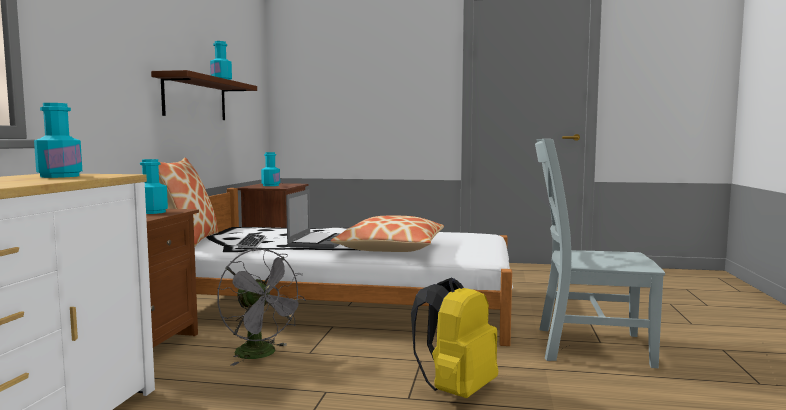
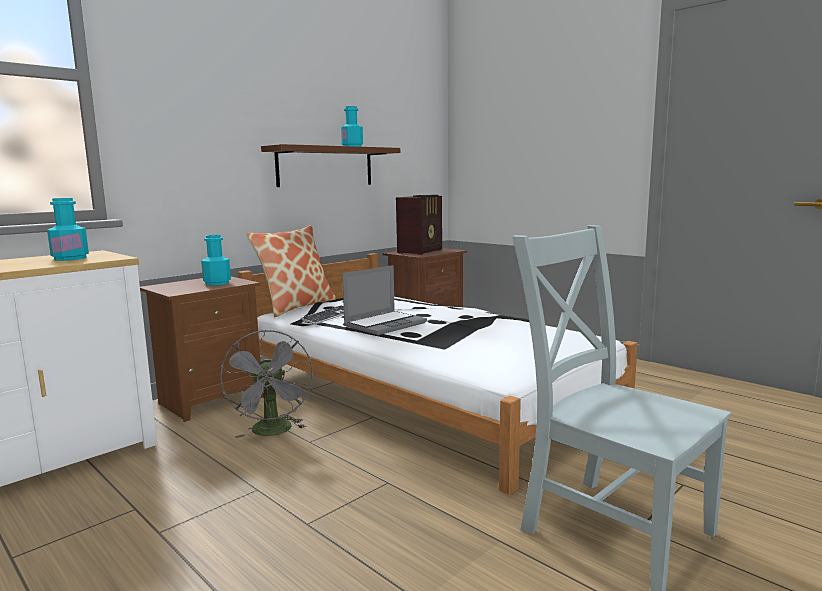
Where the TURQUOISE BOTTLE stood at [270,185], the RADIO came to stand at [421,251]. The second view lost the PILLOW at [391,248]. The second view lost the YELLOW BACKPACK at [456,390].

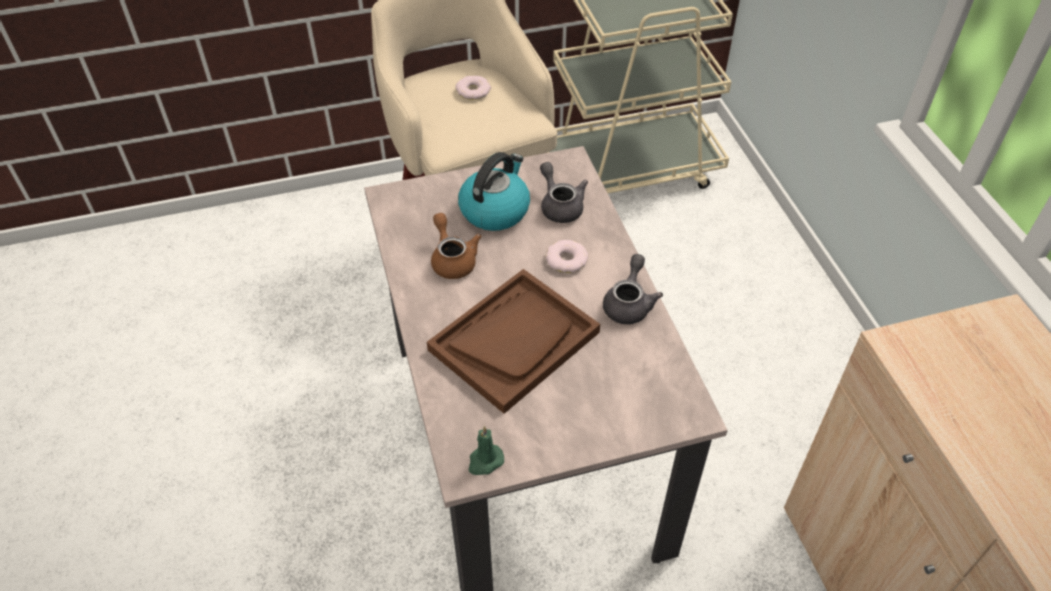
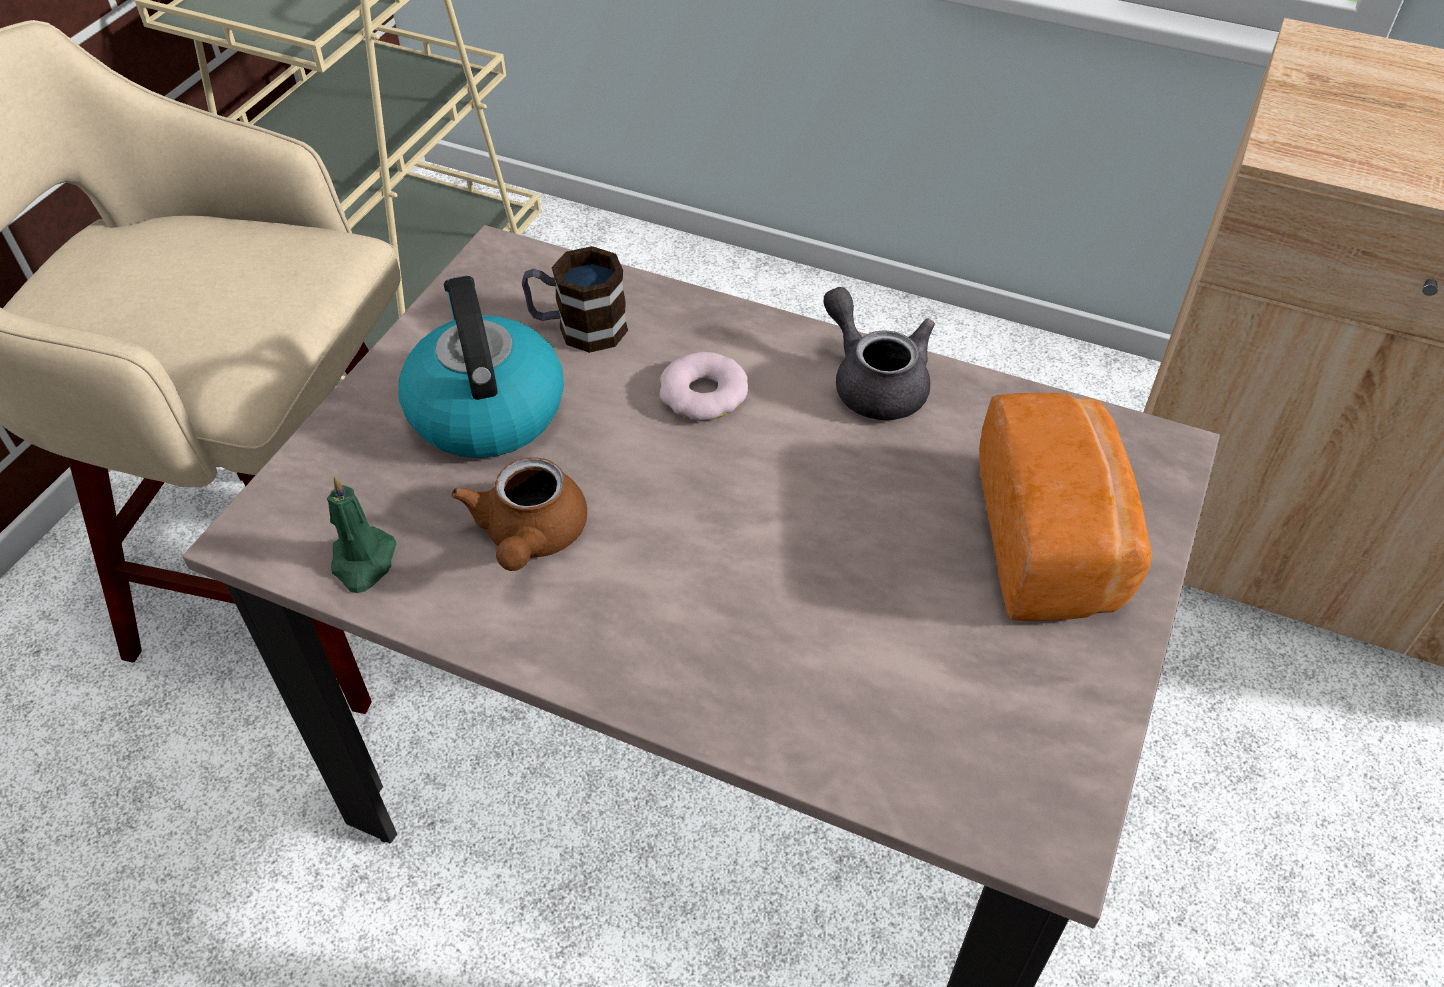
The second view lost the DONUT at [473,91]. Where the GREY TEAPOT stood at [560,206], the MUG came to stand at [578,328]. The BROWN TEAPOT at [452,259] ended up facing another way, 105 degrees counterclockwise from before. The second view lost the BROWN TRAY at [514,341]. The GREEN CANDLE ended up elsewhere, having gone from [485,461] to [363,562]. The second view gained the BREAD at [1053,541].

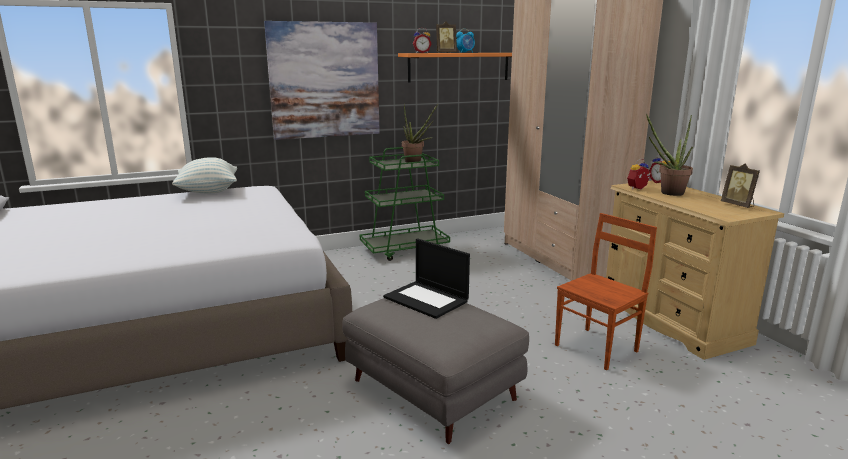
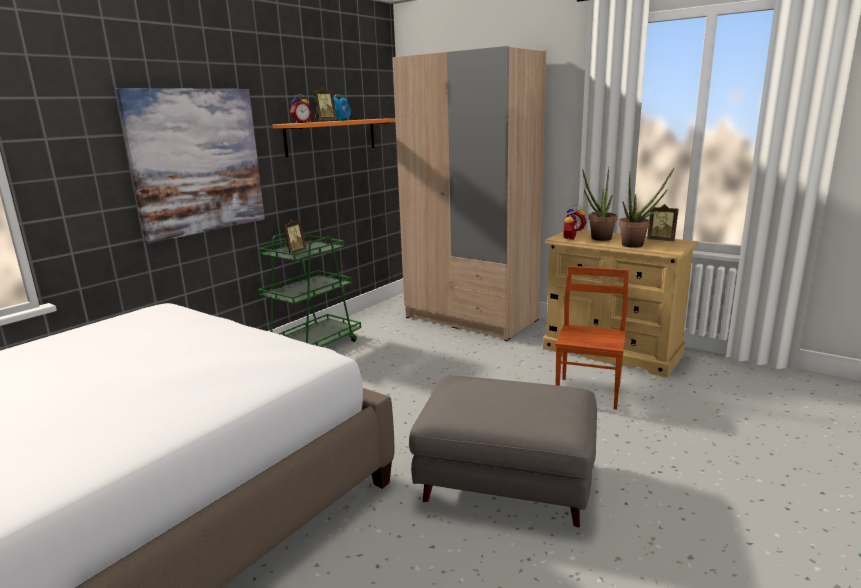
The POTTED PLANT ended up elsewhere, having gone from [416,161] to [637,245]. The second view lost the PILLOW at [208,192]. The second view lost the LAPTOP at [427,299]. The second view gained the PICTURE FRAME at [294,253].

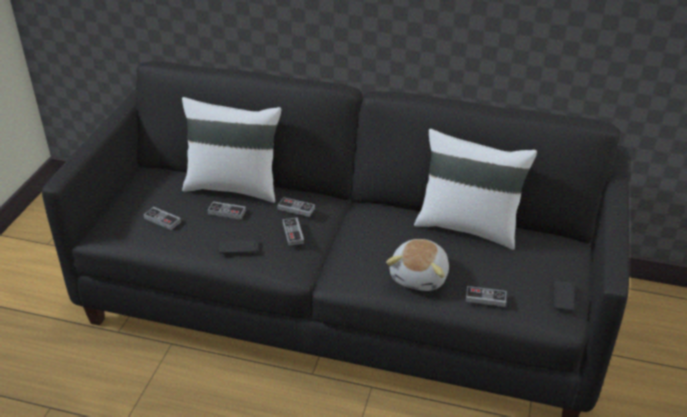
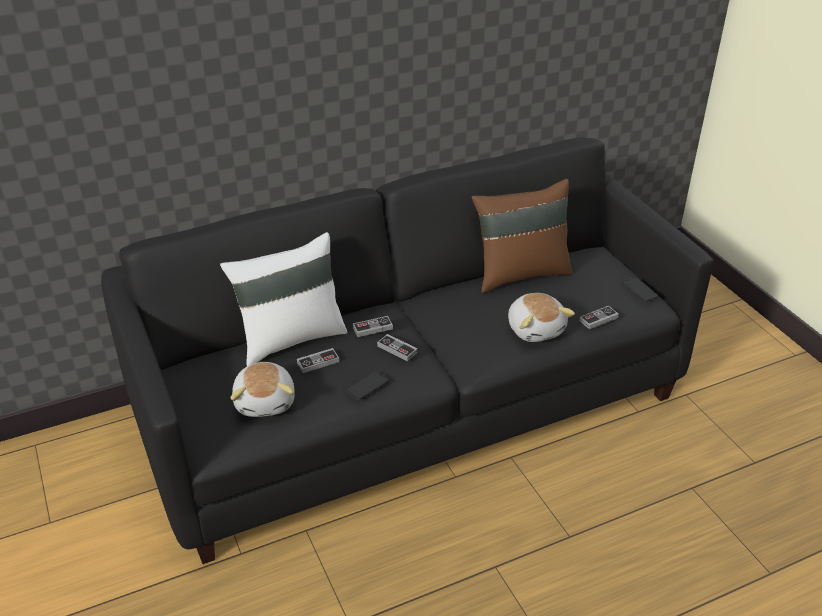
What was the WHITE PILLOW at [468,226] turned into the BROWN PILLOW at [520,273]. Where the GAME CONTROLLER stood at [162,220], the PLUSH TOY came to stand at [266,401].

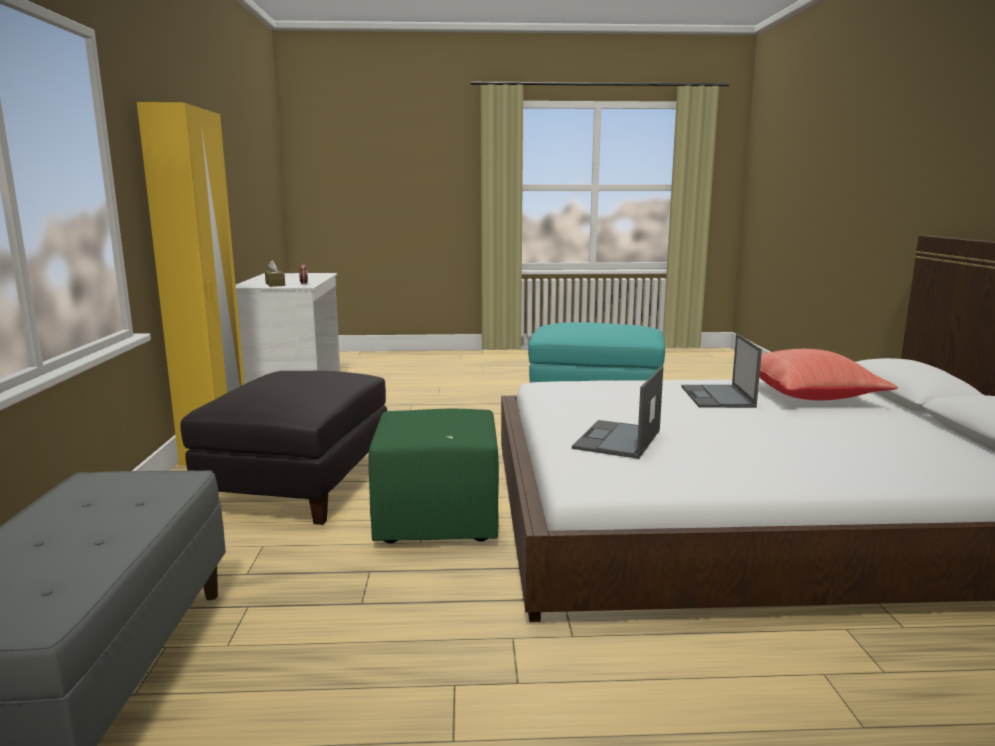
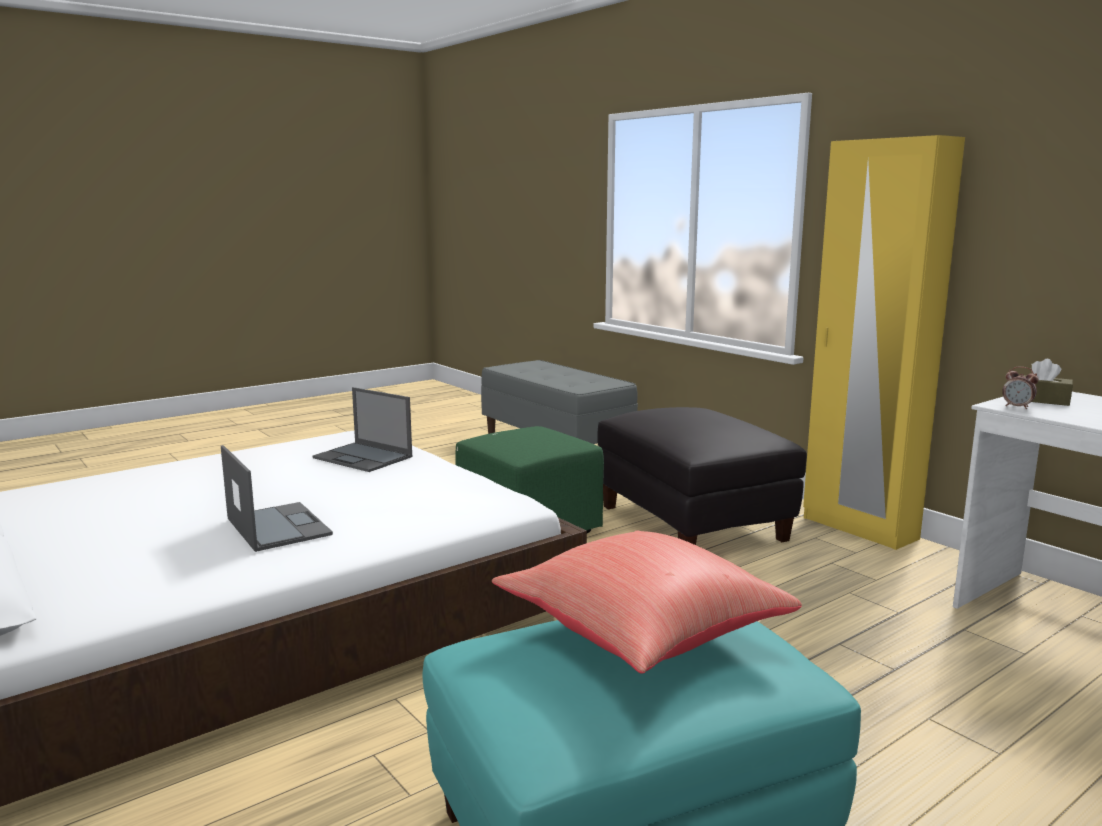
The RED PILLOW ended up elsewhere, having gone from [811,396] to [639,635]. The LAPTOP at [617,440] ended up facing another way, 135 degrees clockwise from before.

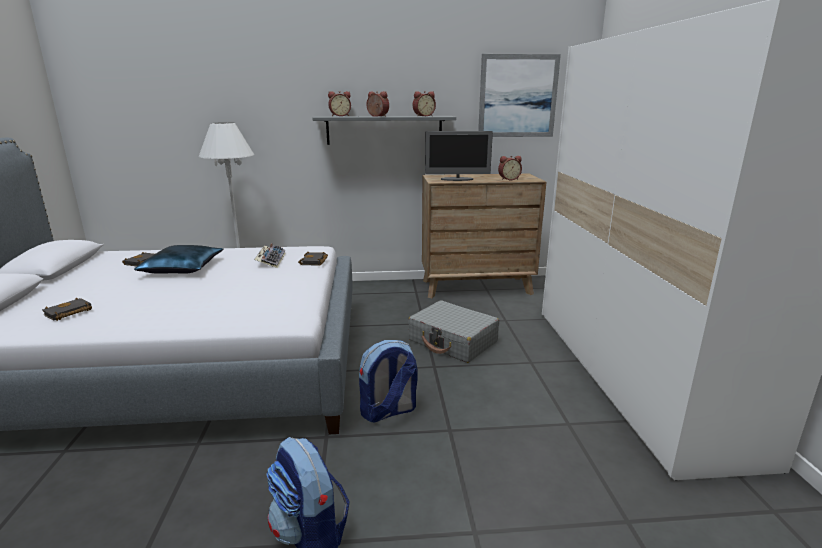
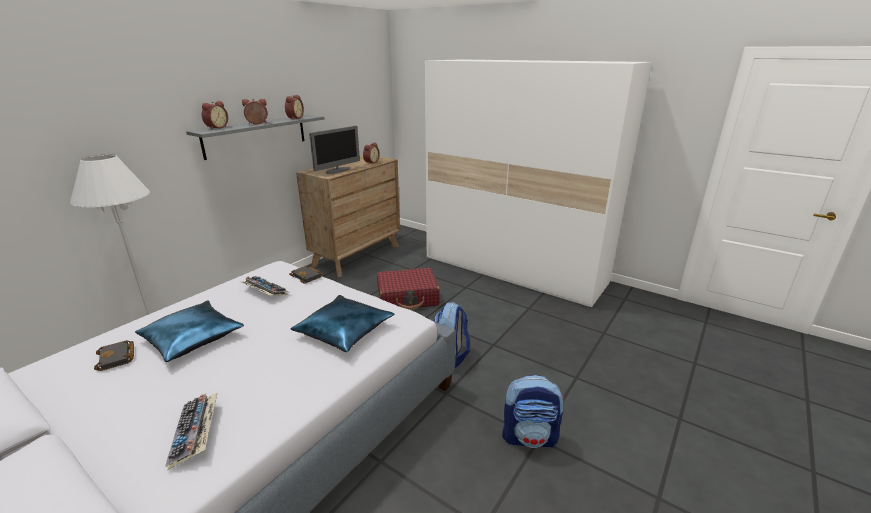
The second view lost the PICTURE at [518,96]. Where the BLACK BOOK stood at [68,313], the KEYBOARD came to stand at [196,434]. What was the GREY SUITCASE at [453,341] turned into the RED SUITCASE at [408,297]. The second view gained the BLUE PILLOW at [343,330].

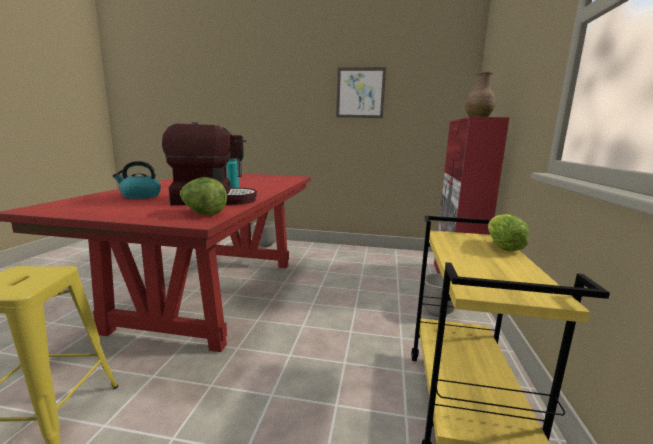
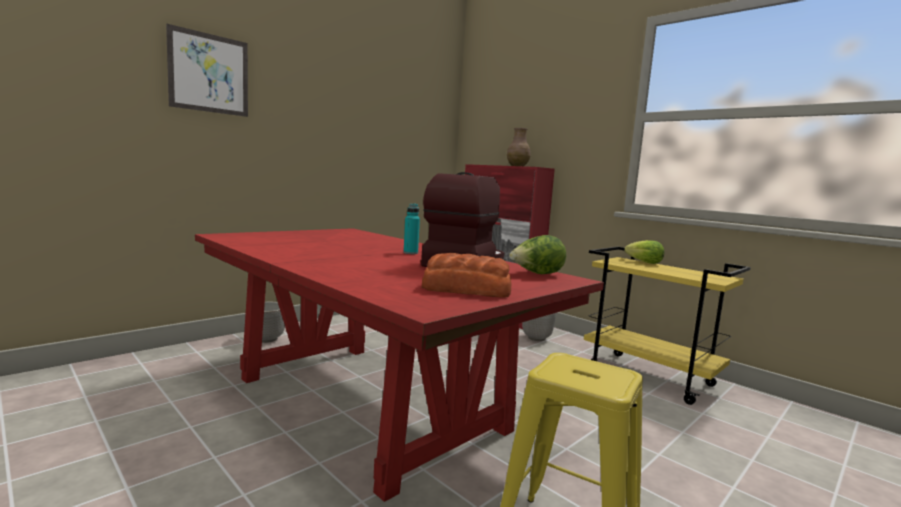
The PICTURE ended up elsewhere, having gone from [360,93] to [209,73]. The second view lost the KETTLE at [140,196]. The second view gained the BREAD at [465,290].

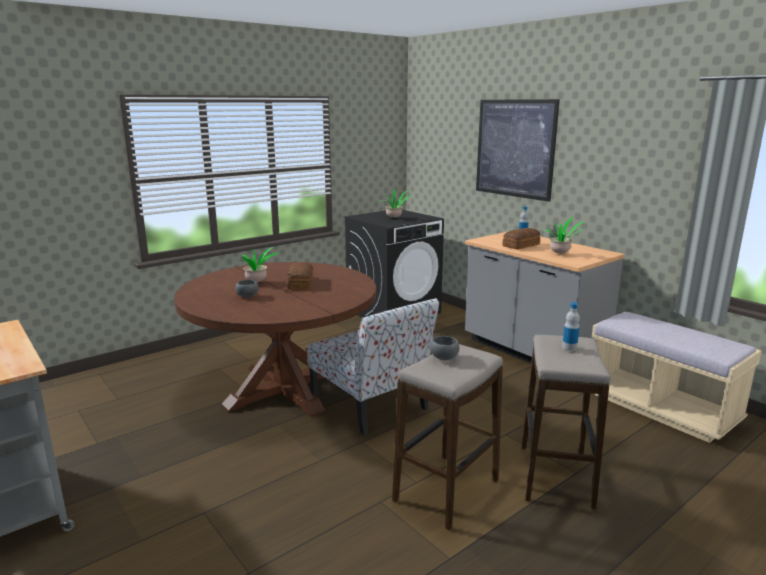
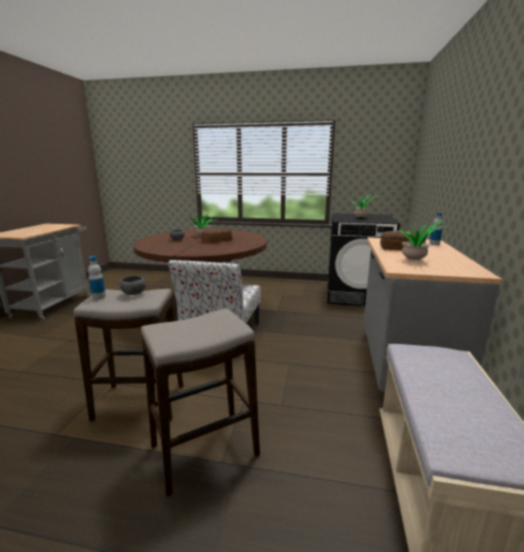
The second view lost the PICTURE at [515,148]. The BOTTLE ended up elsewhere, having gone from [569,347] to [99,297].

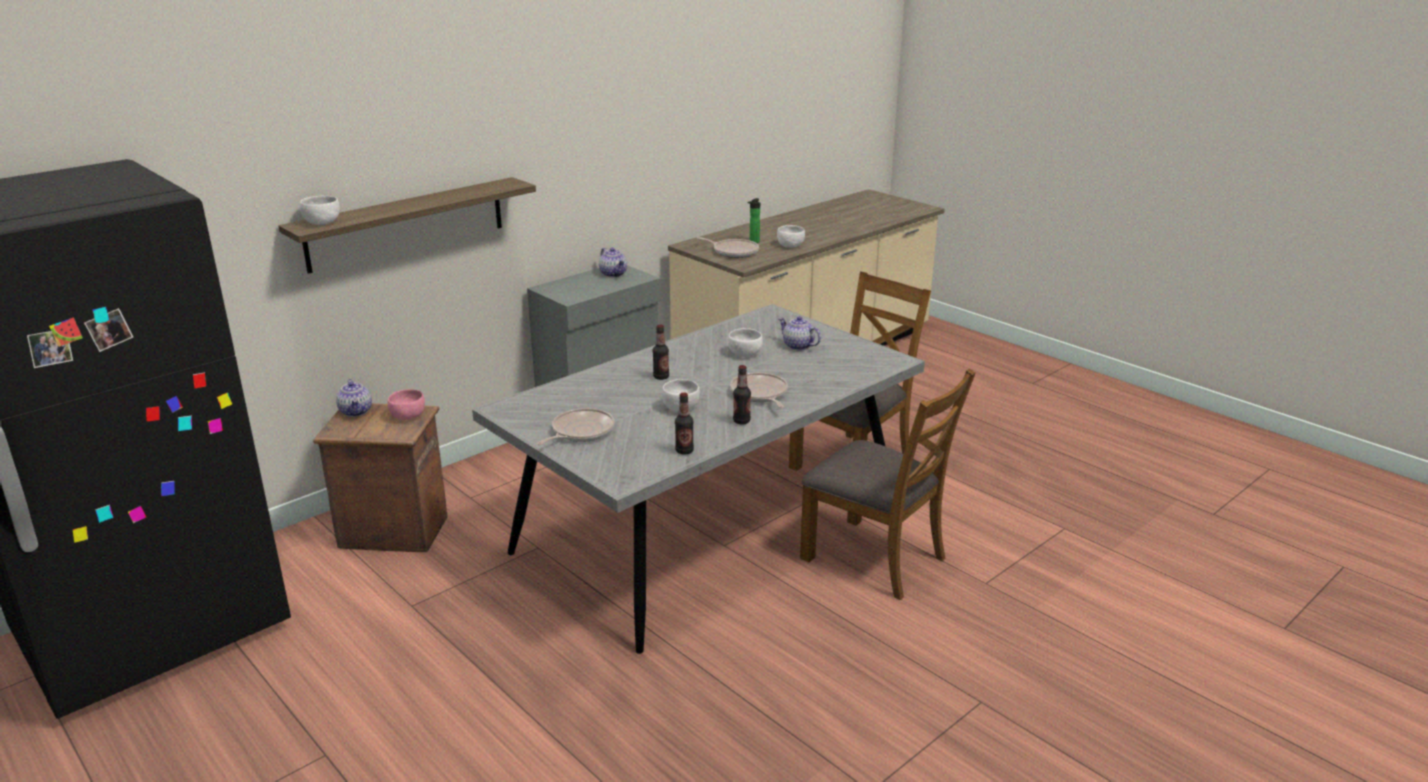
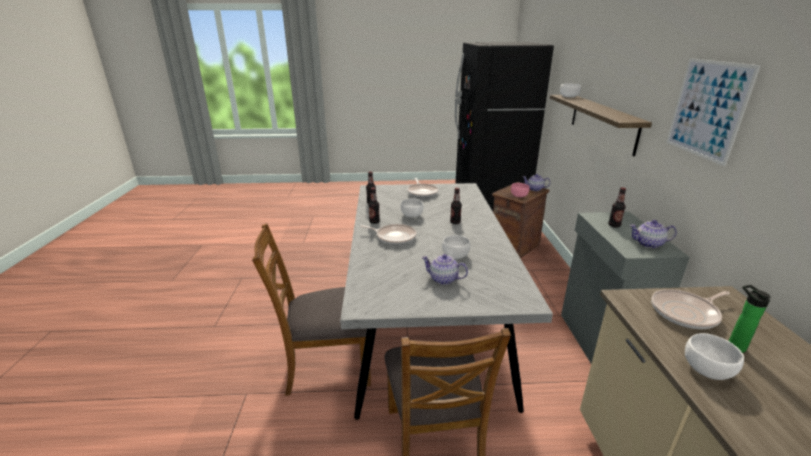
The TEAPOT at [797,346] ended up facing another way, 150 degrees counterclockwise from before. The second view gained the PICTURE at [707,109]. The second view gained the BOTTLE at [614,225].

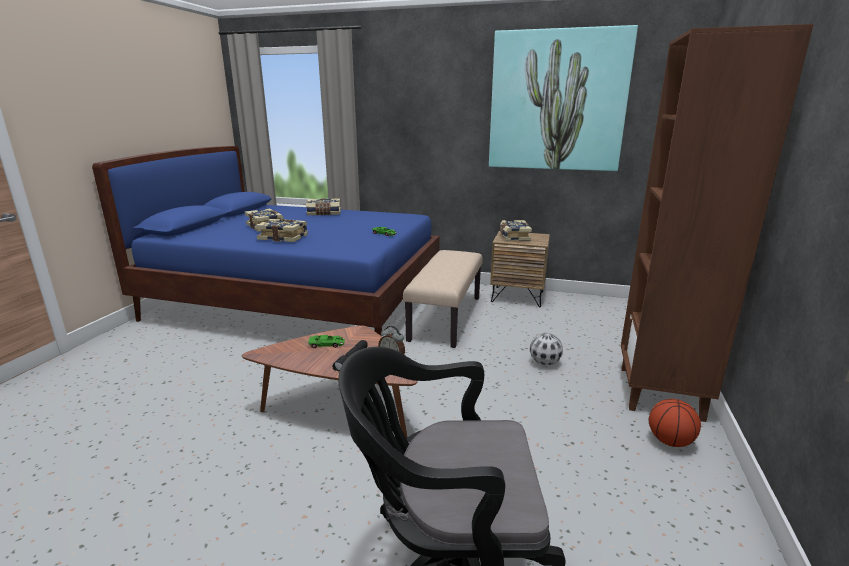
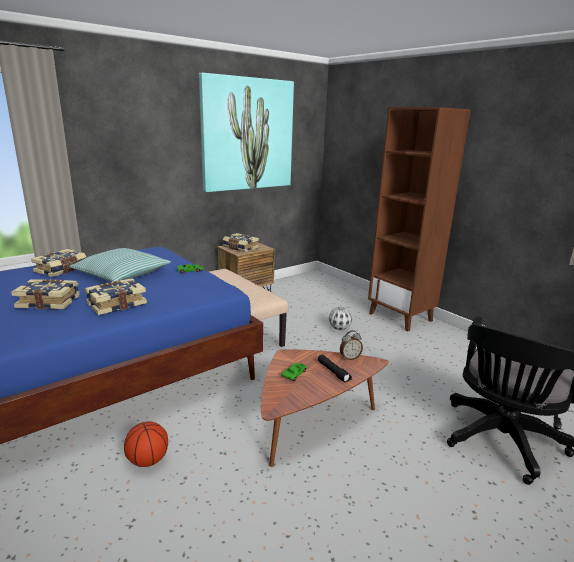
The BASKETBALL ended up elsewhere, having gone from [670,441] to [148,460]. The second view gained the PILLOW at [122,274].

